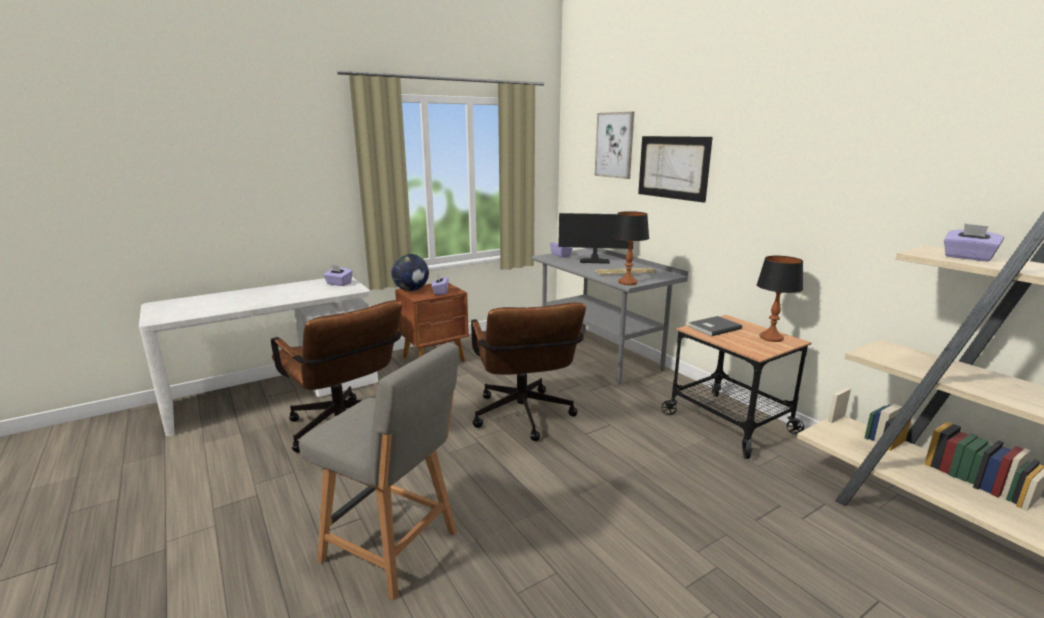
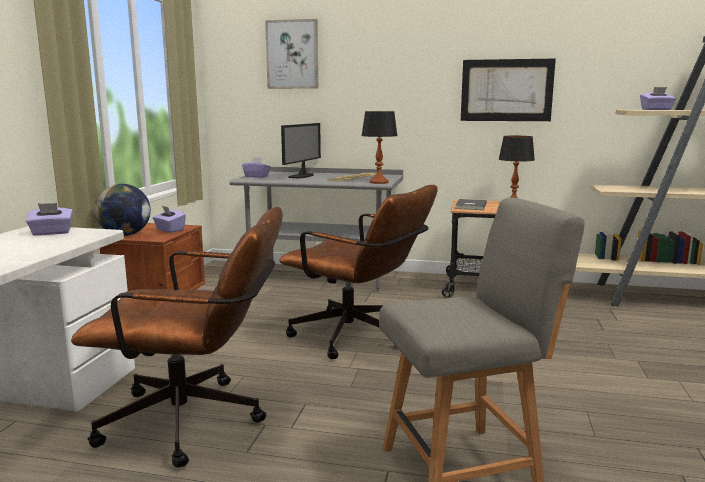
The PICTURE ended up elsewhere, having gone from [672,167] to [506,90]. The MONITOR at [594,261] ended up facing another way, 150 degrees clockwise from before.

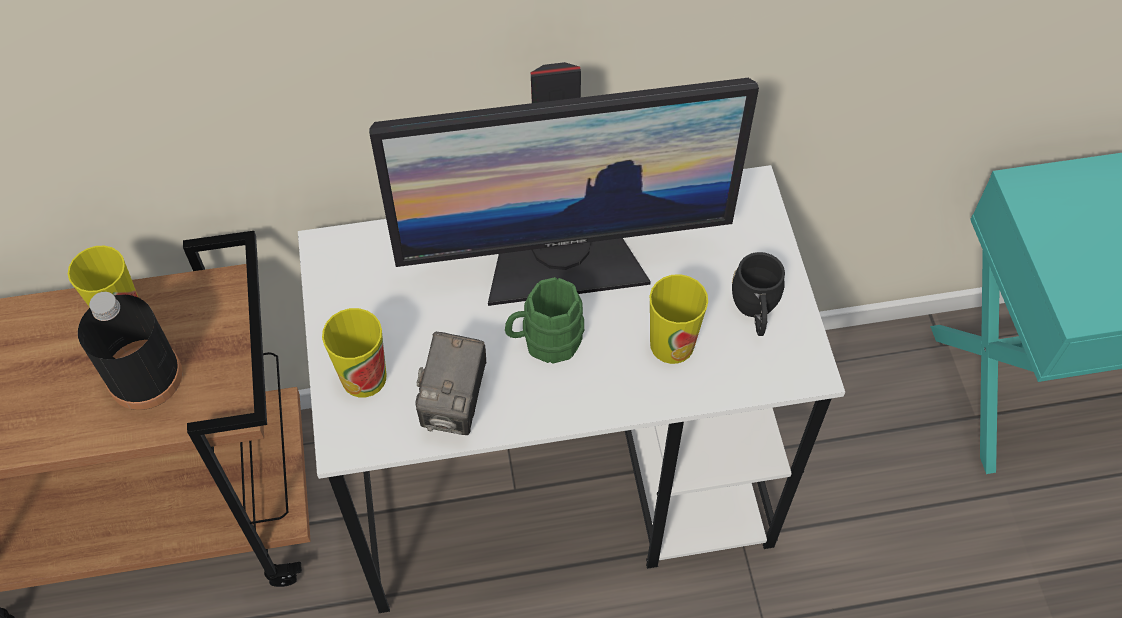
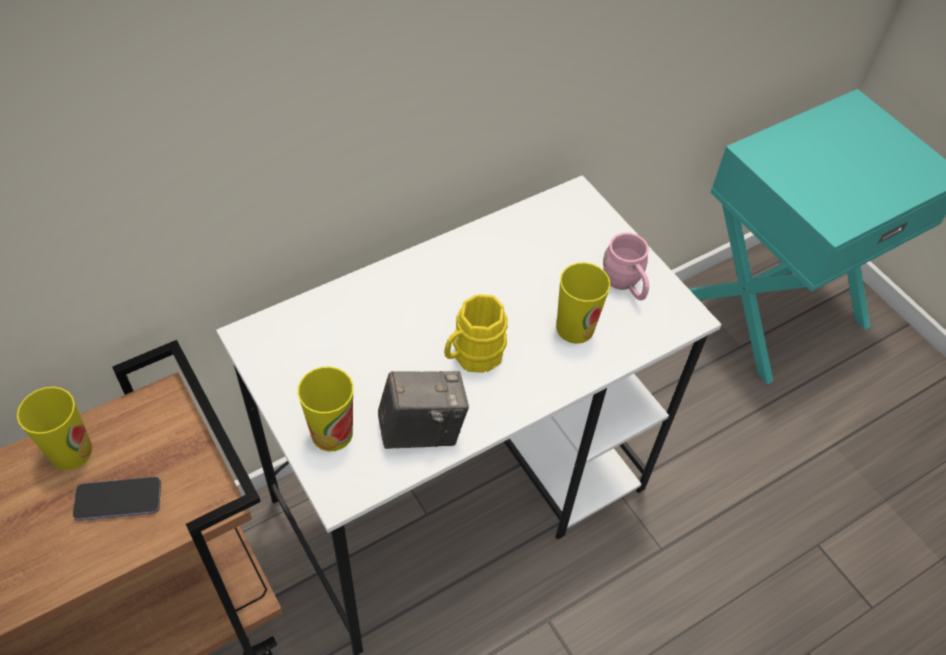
The second view lost the MONITOR at [563,260]. What was the BLACK MUG at [755,312] turned into the PINK MUG at [625,285]. What was the GREEN MUG at [545,340] turned into the YELLOW MUG at [472,356]. Where the BLACK BOTTLE stood at [145,377], the PHONE came to stand at [118,500]. The PHOTO CAMERA at [455,404] ended up facing another way, 90 degrees counterclockwise from before.

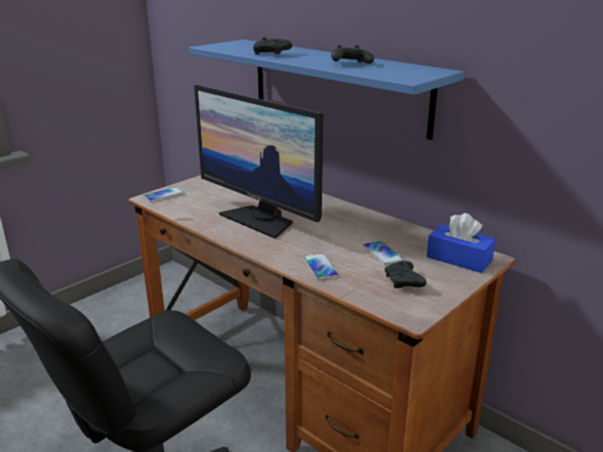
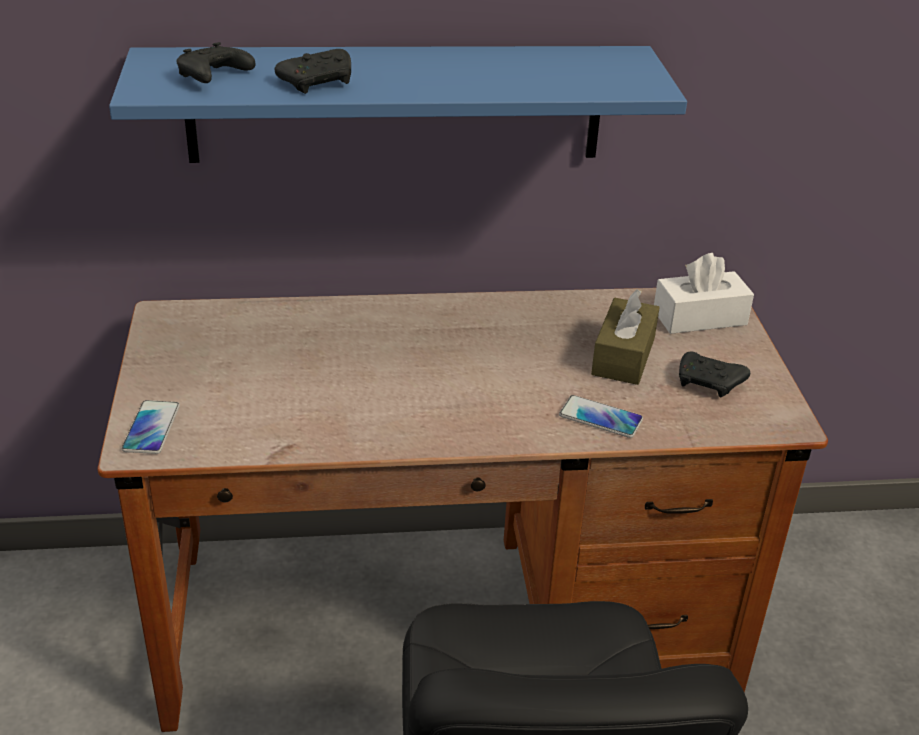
The BLACK GAME CONTROLLER ended up elsewhere, having gone from [349,64] to [213,78]. The second view lost the MONITOR at [261,219]. What was the BLUE TISSUE BOX at [459,259] turned into the WHITE TISSUE BOX at [699,317]. Where the PHONE stood at [382,253], the BROWN TISSUE BOX came to stand at [623,356].

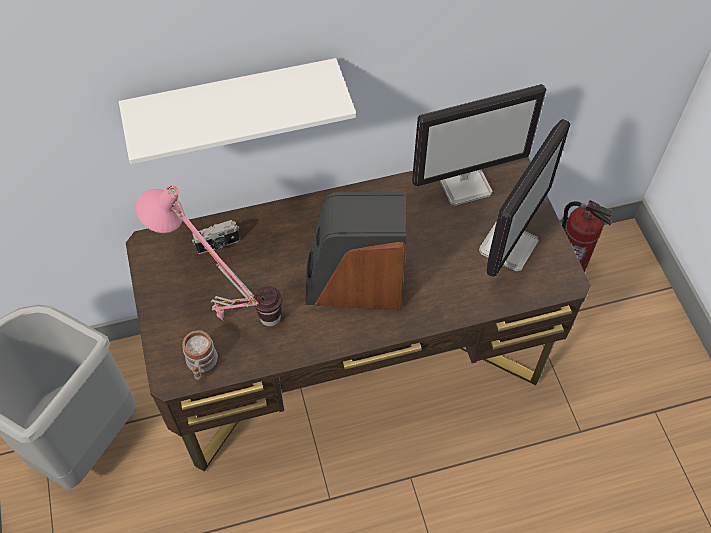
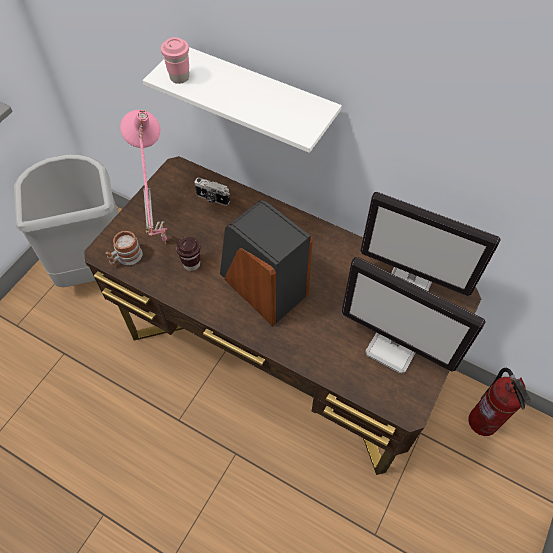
The MONITOR at [508,245] ended up facing another way, 45 degrees clockwise from before. The second view gained the PINK CUP at [179,77].

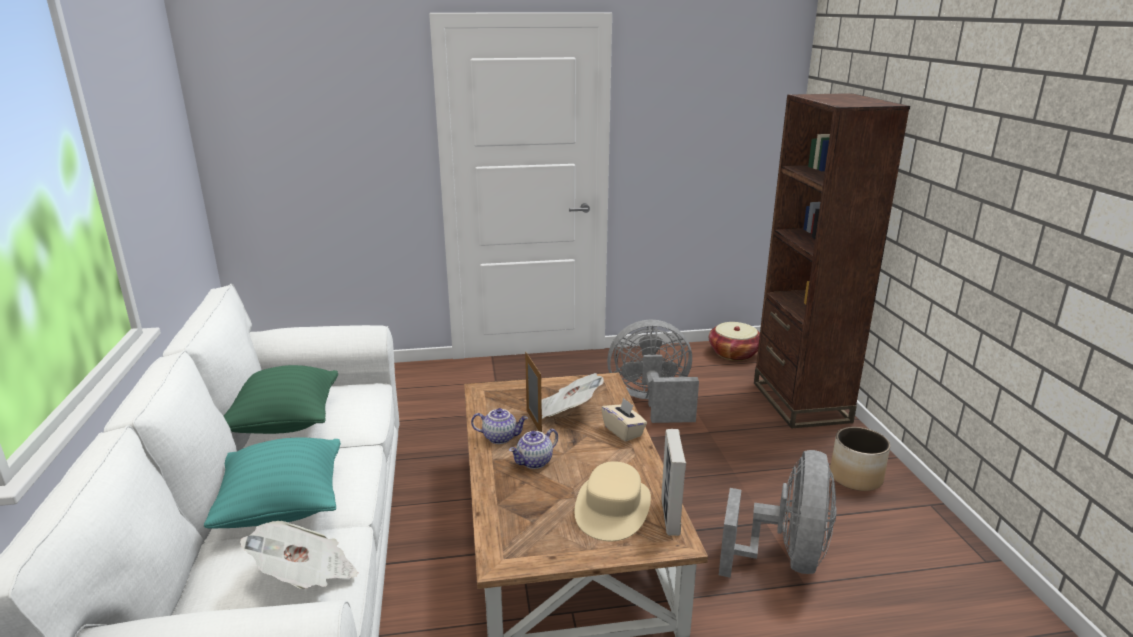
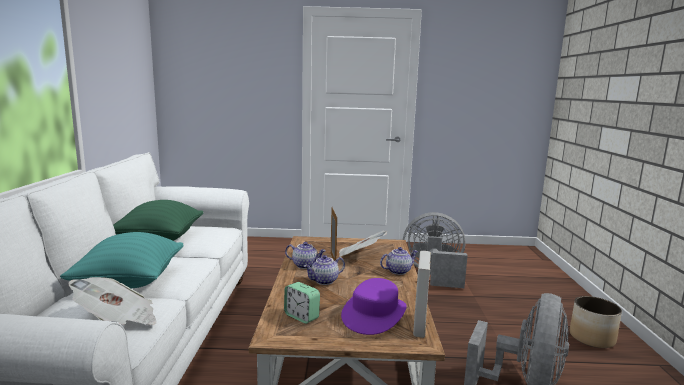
The second view lost the BROWN BOOKCASE at [800,402]. The second view lost the BASKET at [734,353]. Where the BEIGE TISSUE BOX stood at [623,431], the TEAPOT came to stand at [398,271]. What was the BEIGE HAT at [613,508] turned into the PURPLE HAT at [374,314]. The second view gained the ALARM CLOCK at [301,316].

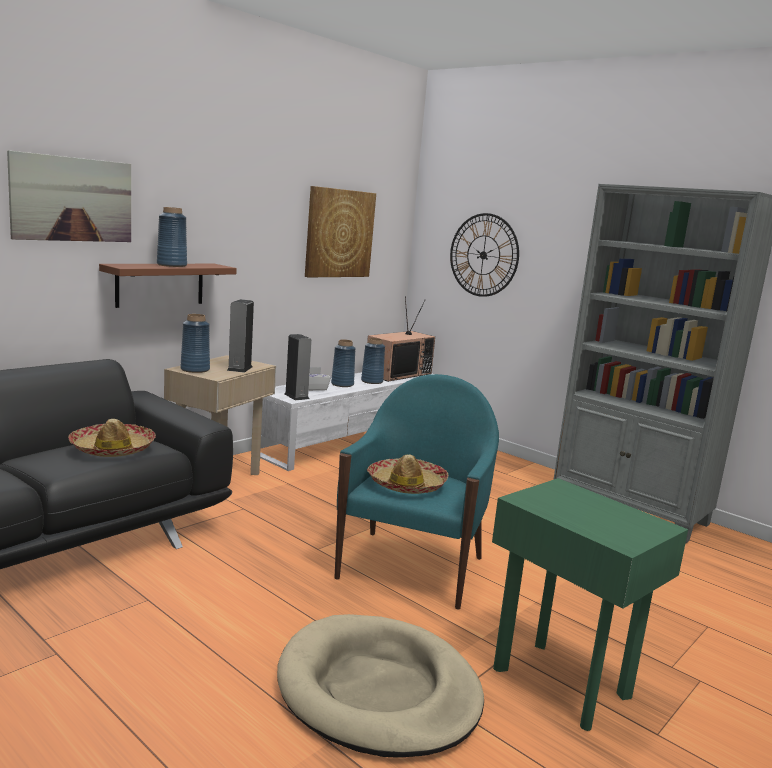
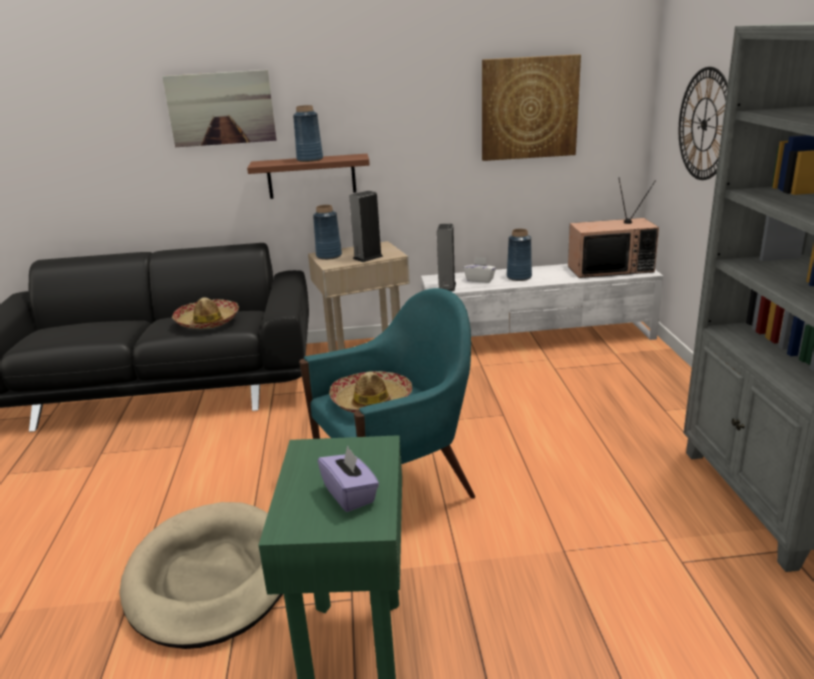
The second view lost the BLUE VASE at [372,381]. The second view gained the PURPLE TISSUE BOX at [350,494].

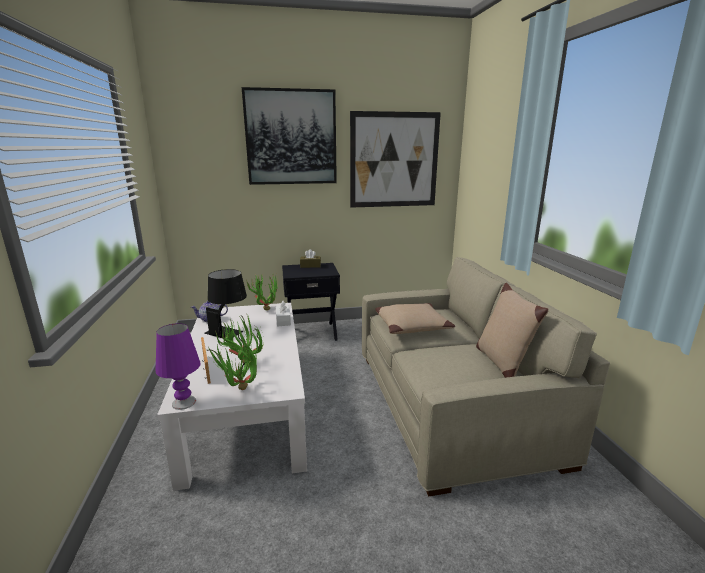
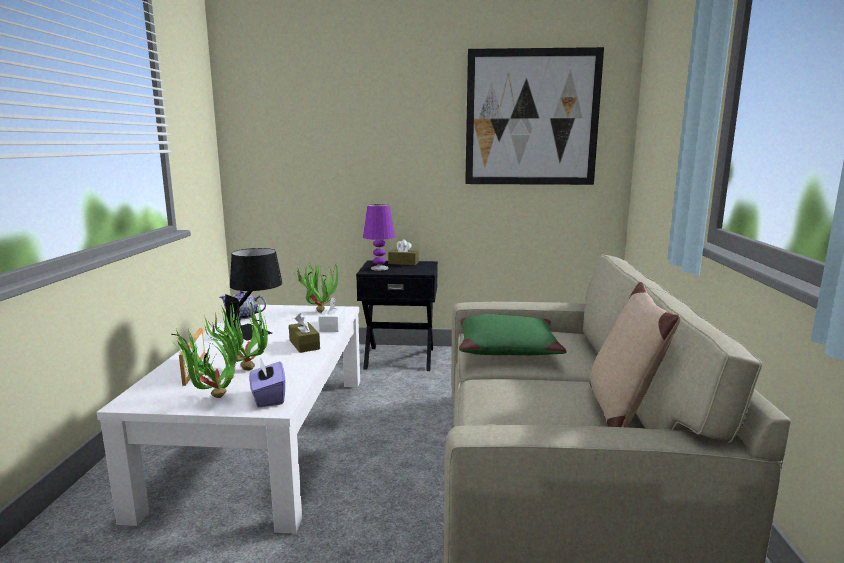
The second view lost the PICTURE at [291,137]. What was the BEIGE PILLOW at [412,326] turned into the GREEN PILLOW at [507,348]. The PURPLE TABLE LAMP ended up elsewhere, having gone from [184,402] to [379,268]. The second view gained the BROWN TISSUE BOX at [304,344]. The second view gained the PURPLE TISSUE BOX at [268,397].

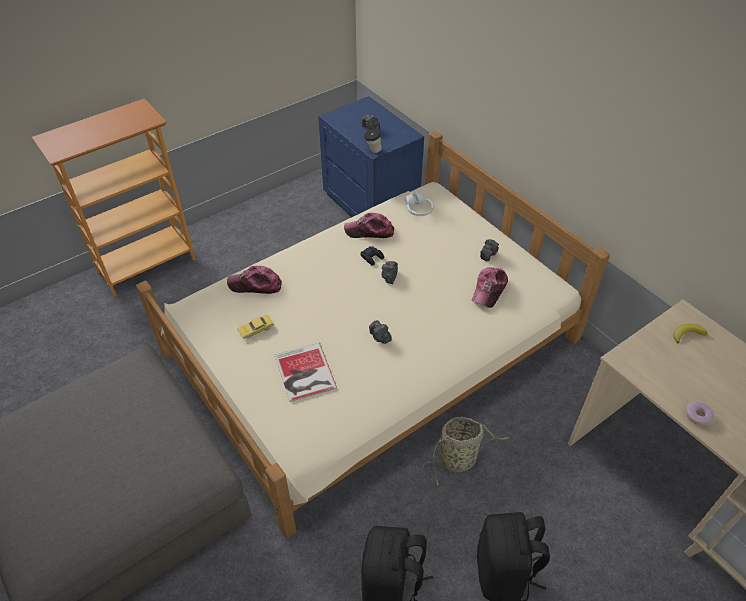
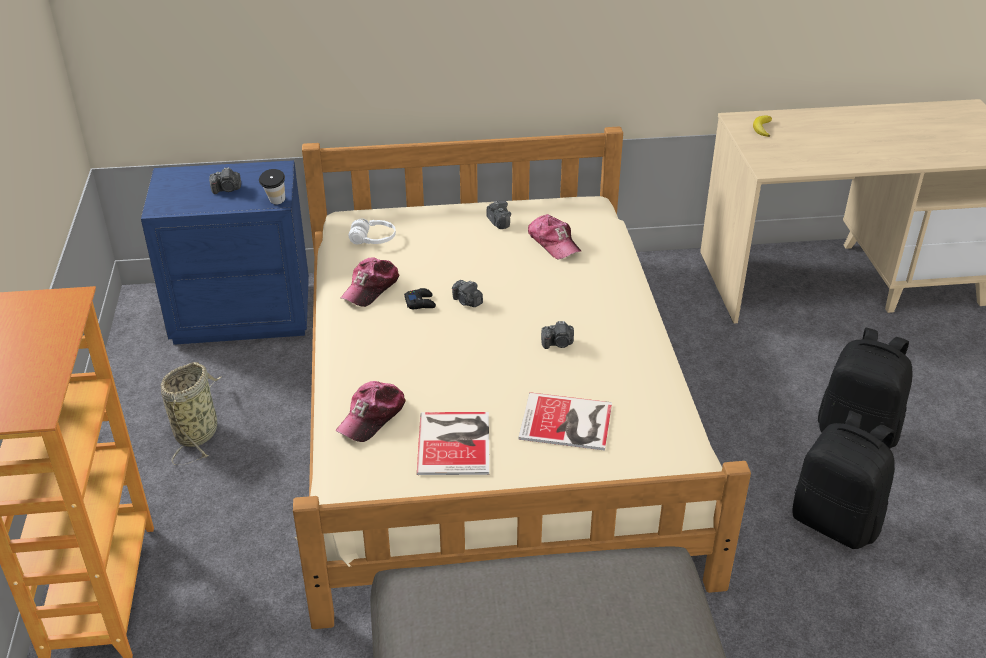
Where the YELLOW TOY CAR stood at [256,329], the BOOK came to stand at [456,441]. The second view lost the DONUT at [698,416]. The BASKET ended up elsewhere, having gone from [460,459] to [198,431].

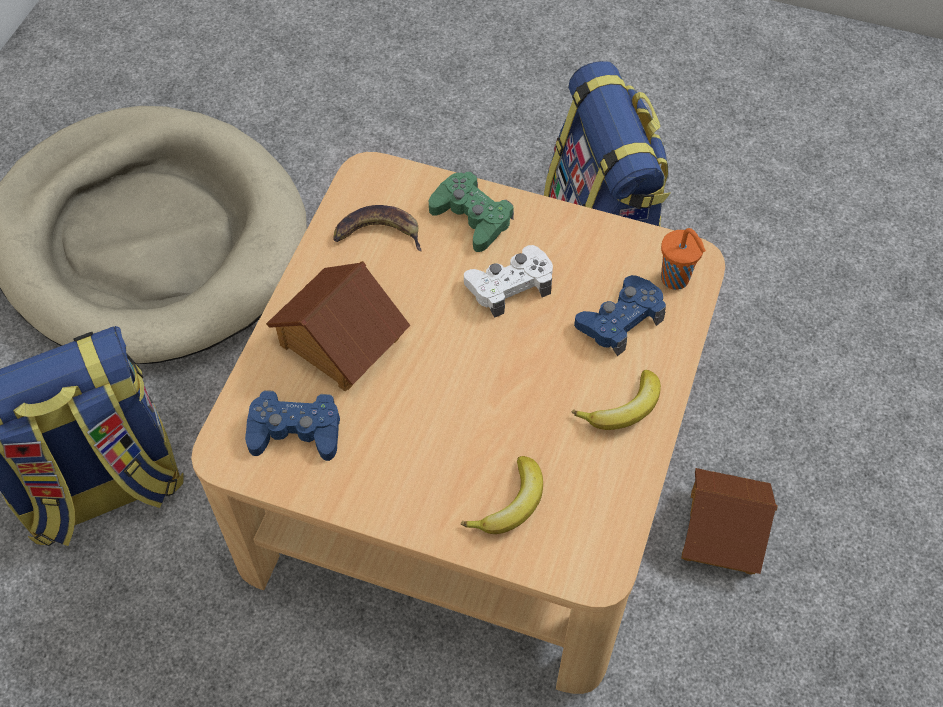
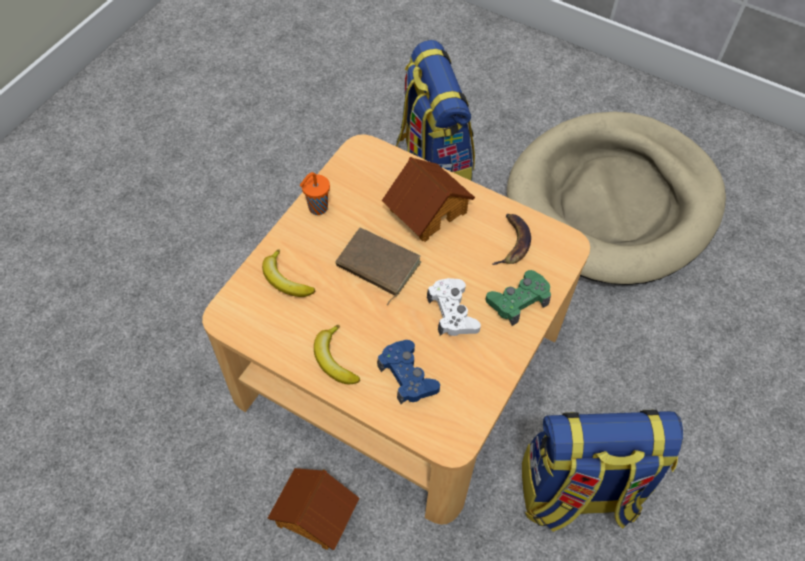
The ORANGE CUP ended up elsewhere, having gone from [676,280] to [317,208]. The second view lost the BLUE GAME CONTROLLER at [295,431]. The second view gained the BROWN BOOK at [376,266].

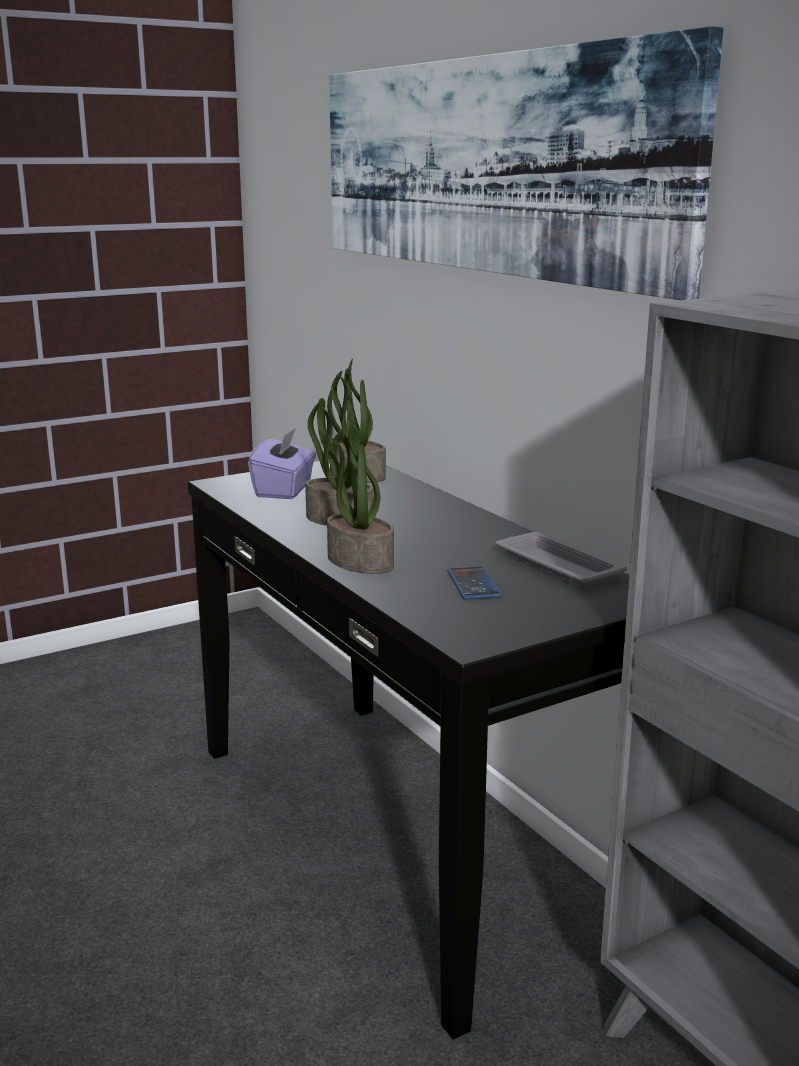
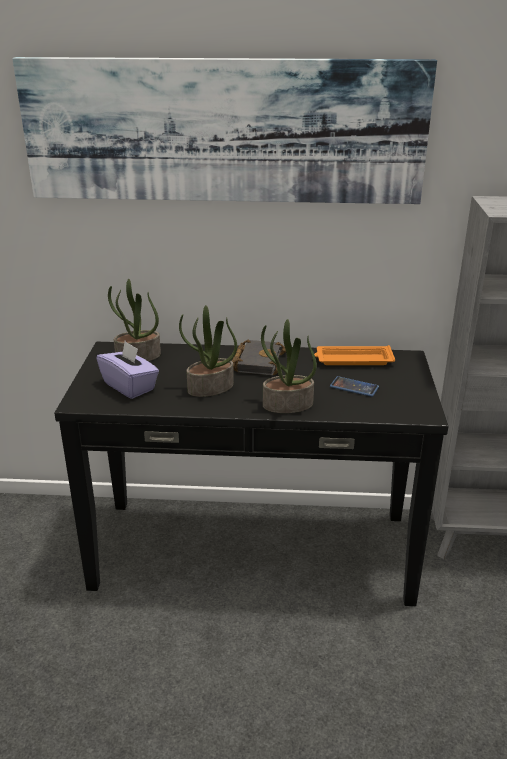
What was the GREY TRAY at [556,566] turned into the ORANGE TRAY at [352,360]. The second view gained the BLACK BOOK at [257,361].

